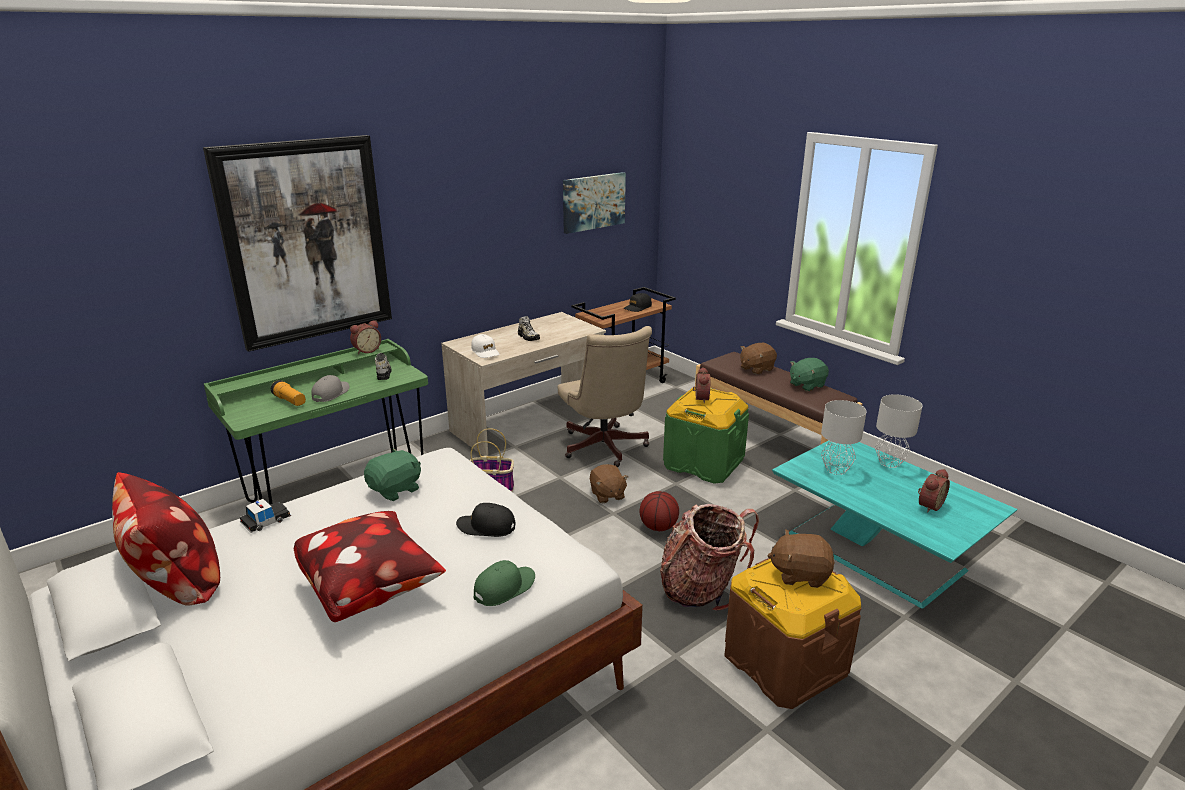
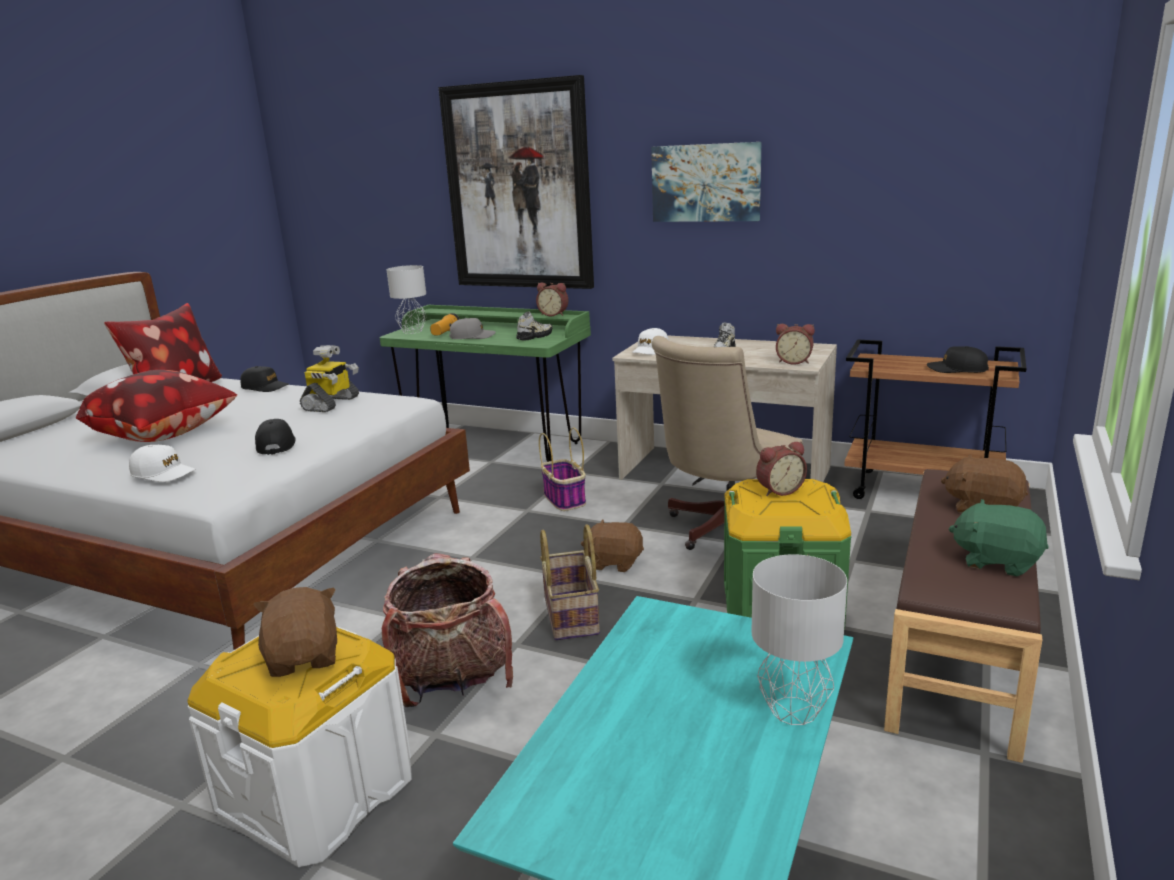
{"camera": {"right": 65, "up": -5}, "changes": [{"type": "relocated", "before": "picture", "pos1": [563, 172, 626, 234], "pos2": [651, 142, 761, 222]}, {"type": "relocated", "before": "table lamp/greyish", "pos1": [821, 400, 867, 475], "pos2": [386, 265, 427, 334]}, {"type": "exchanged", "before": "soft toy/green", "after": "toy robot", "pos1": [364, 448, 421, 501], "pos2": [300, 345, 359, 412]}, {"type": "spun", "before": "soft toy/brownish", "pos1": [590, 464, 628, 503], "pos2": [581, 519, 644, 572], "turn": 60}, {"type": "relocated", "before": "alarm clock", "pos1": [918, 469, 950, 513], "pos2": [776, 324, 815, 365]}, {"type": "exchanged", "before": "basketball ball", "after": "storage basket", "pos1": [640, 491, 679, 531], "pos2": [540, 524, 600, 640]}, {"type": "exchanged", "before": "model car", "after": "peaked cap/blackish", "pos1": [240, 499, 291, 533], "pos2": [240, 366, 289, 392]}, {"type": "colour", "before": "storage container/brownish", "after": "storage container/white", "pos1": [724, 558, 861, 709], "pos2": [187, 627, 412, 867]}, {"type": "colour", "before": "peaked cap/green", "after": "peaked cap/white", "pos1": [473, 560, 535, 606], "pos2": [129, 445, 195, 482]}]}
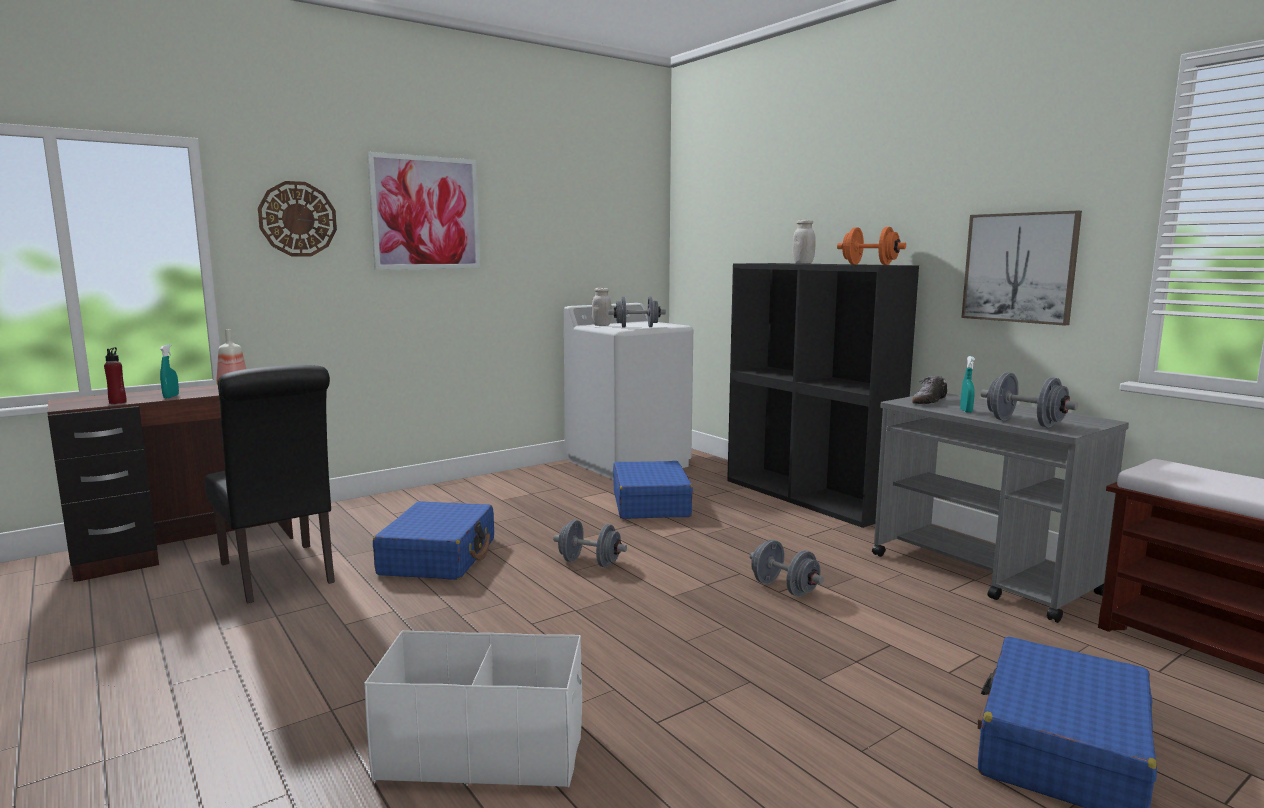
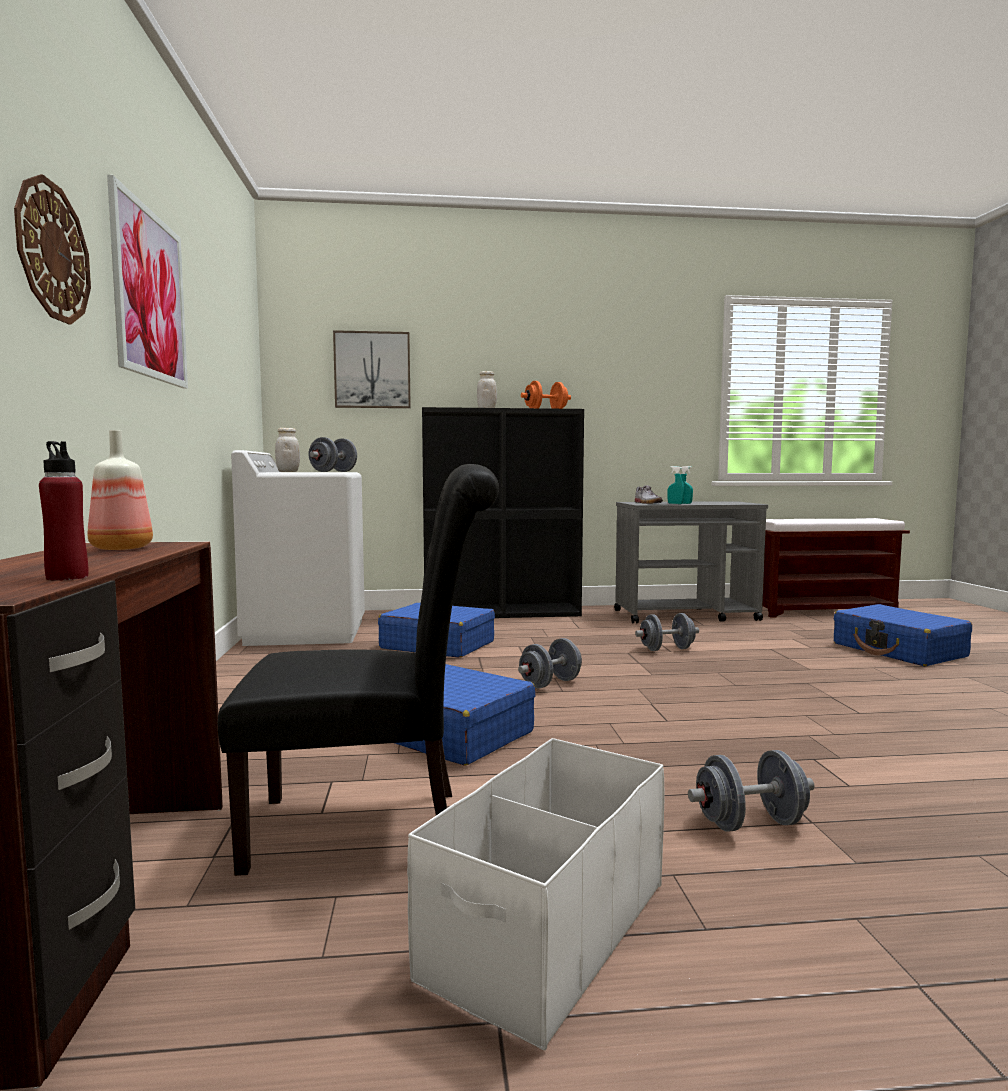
{"camera": {"right": -60, "up": -5}, "changes": [{"type": "relocated", "before": "picture", "pos1": [961, 211, 1082, 326], "pos2": [333, 330, 411, 408]}, {"type": "relocated", "before": "spray bottle/blue-green", "pos1": [160, 344, 179, 398], "pos2": [667, 466, 684, 504]}, {"type": "relocated", "before": "free weight/greyish", "pos1": [981, 372, 1078, 427], "pos2": [688, 750, 814, 832]}, {"type": "relocated", "before": "storage container/white", "pos1": [364, 631, 582, 788], "pos2": [407, 738, 664, 1050]}]}
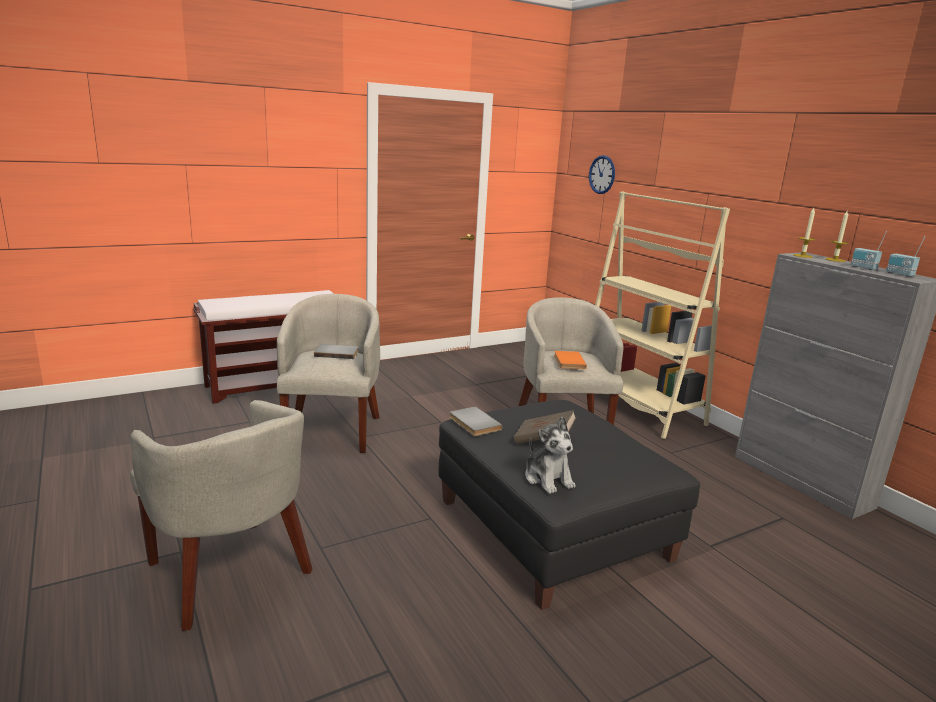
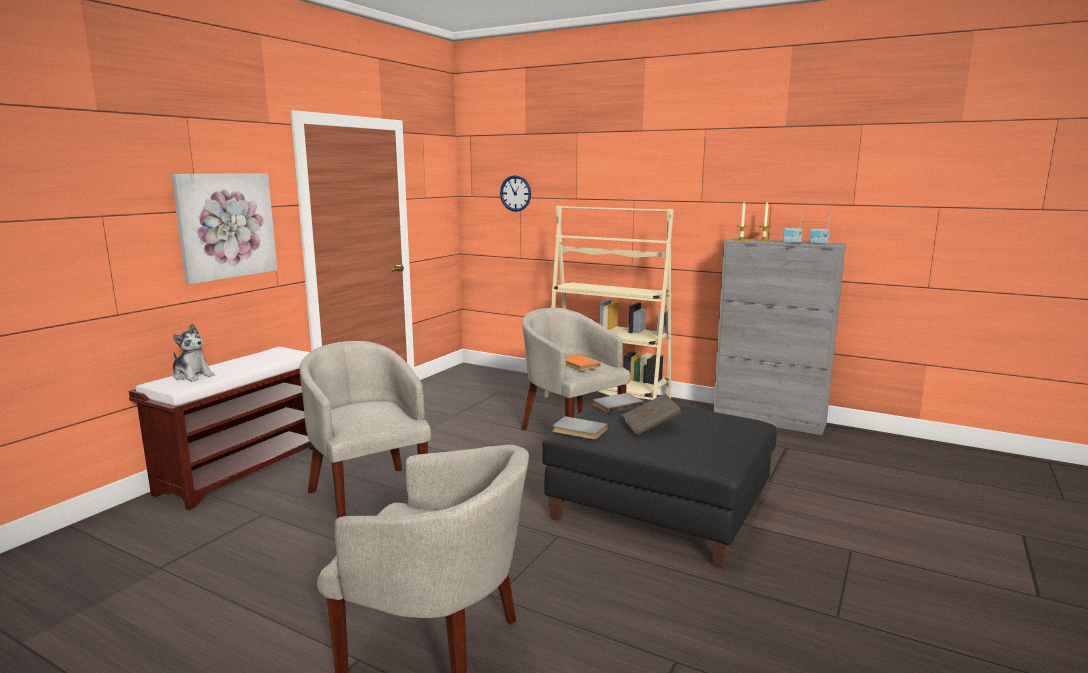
{"camera": {"right": -30, "up": -5}, "changes": [{"type": "relocated", "before": "book/greyish", "pos1": [314, 344, 359, 359], "pos2": [592, 393, 644, 413]}, {"type": "relocated", "before": "soft toy", "pos1": [525, 417, 576, 494], "pos2": [173, 324, 215, 382]}, {"type": "appeared", "after": "picture", "pos2": [171, 173, 277, 284]}]}
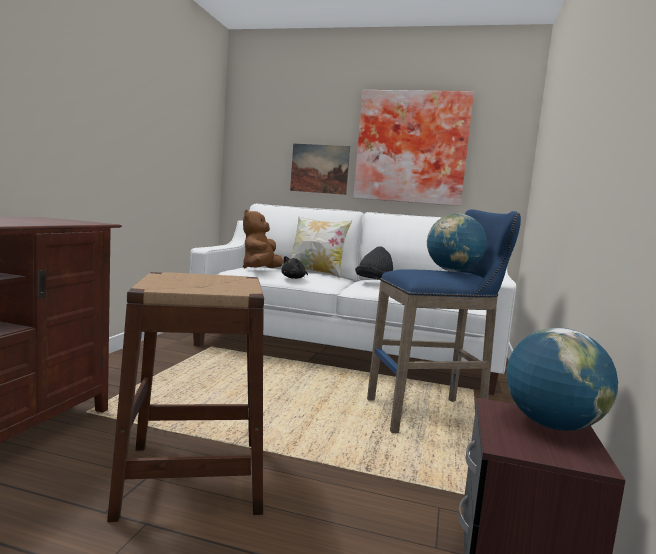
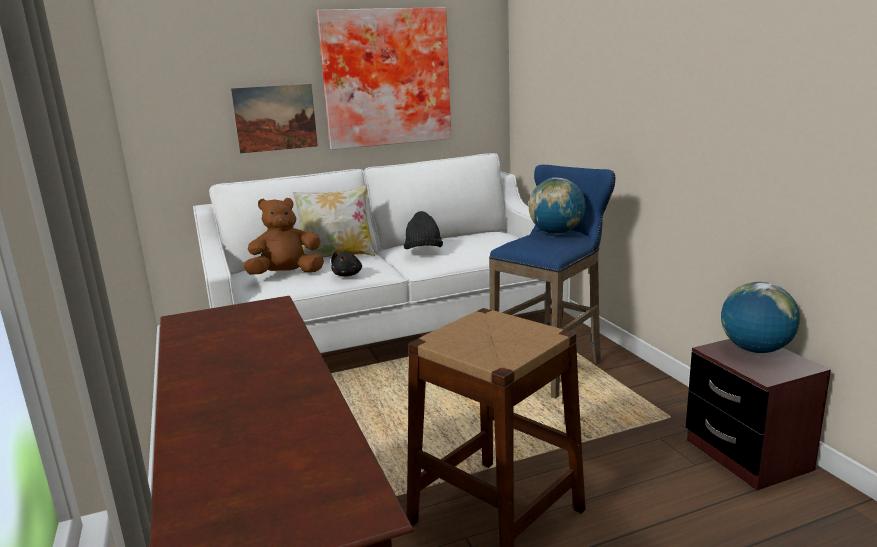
{"camera": {"right": -35, "up": 10}, "changes": [{"type": "spun", "before": "soft toy/brownish", "pos1": [243, 210, 283, 268], "pos2": [243, 198, 324, 275], "turn": 90}]}
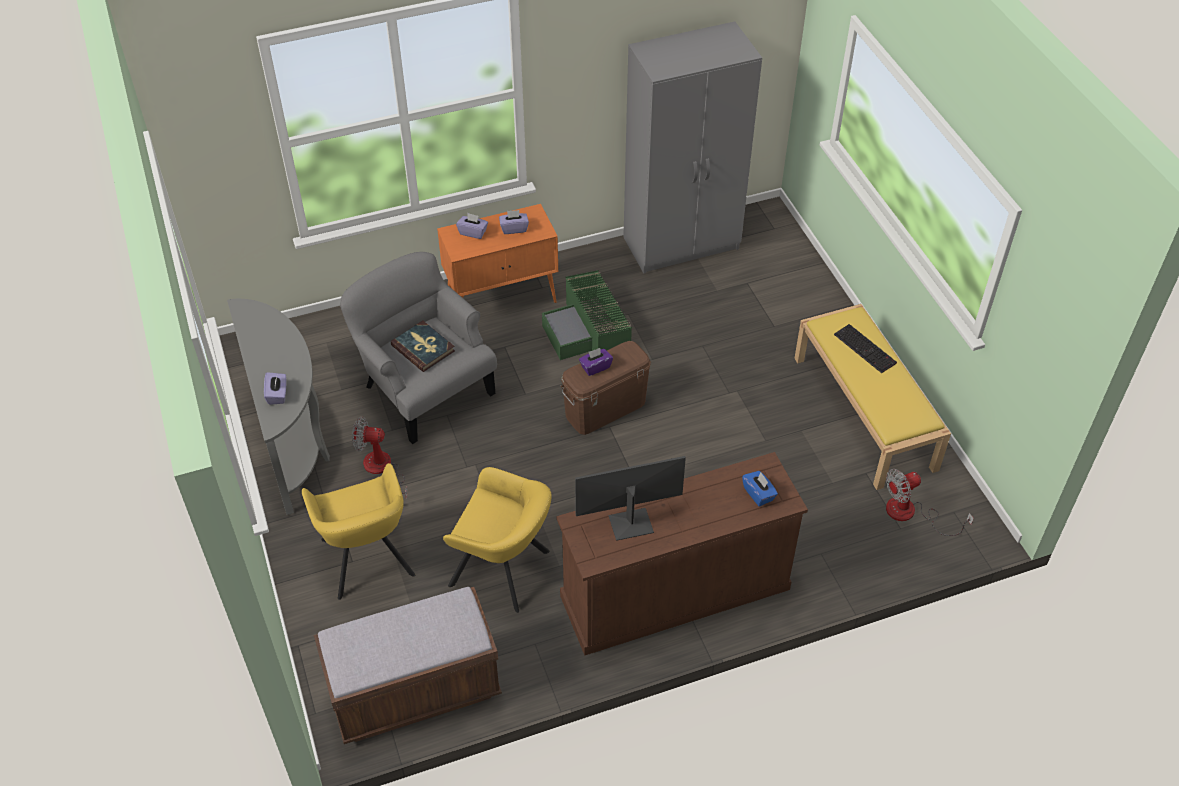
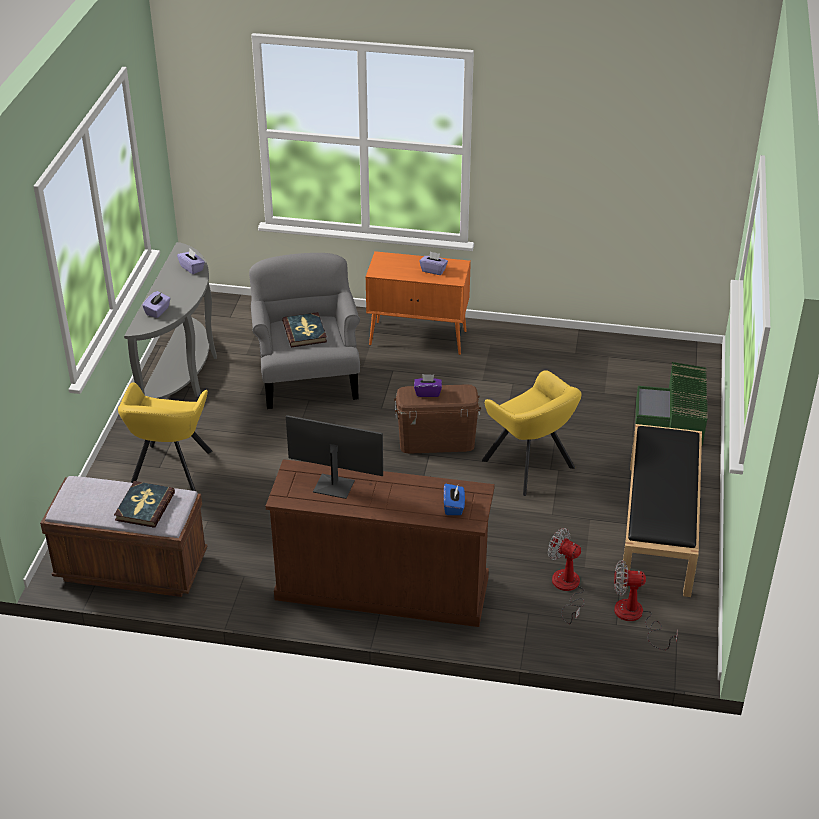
{"camera": {"right": 30, "up": -10}, "changes": [{"type": "missing", "before": "clothes cupboard/greyish", "pos1": [623, 21, 762, 274]}, {"type": "relocated", "before": "tissue holder/purplish", "pos1": [456, 213, 488, 239], "pos2": [177, 249, 205, 274]}, {"type": "relocated", "before": "storage container/green", "pos1": [542, 270, 632, 360], "pos2": [635, 362, 708, 446]}, {"type": "colour", "before": "bench/yellow", "after": "bench/blackish", "pos1": [794, 304, 951, 490], "pos2": [620, 424, 702, 597]}, {"type": "missing", "before": "keyboard", "pos1": [834, 324, 897, 373]}, {"type": "relocated", "before": "fan", "pos1": [352, 417, 408, 498], "pos2": [548, 528, 585, 624]}, {"type": "relocated", "before": "easy chair/yellow", "pos1": [443, 467, 552, 613], "pos2": [482, 371, 581, 496]}, {"type": "appeared", "after": "book", "pos2": [114, 481, 175, 528]}]}
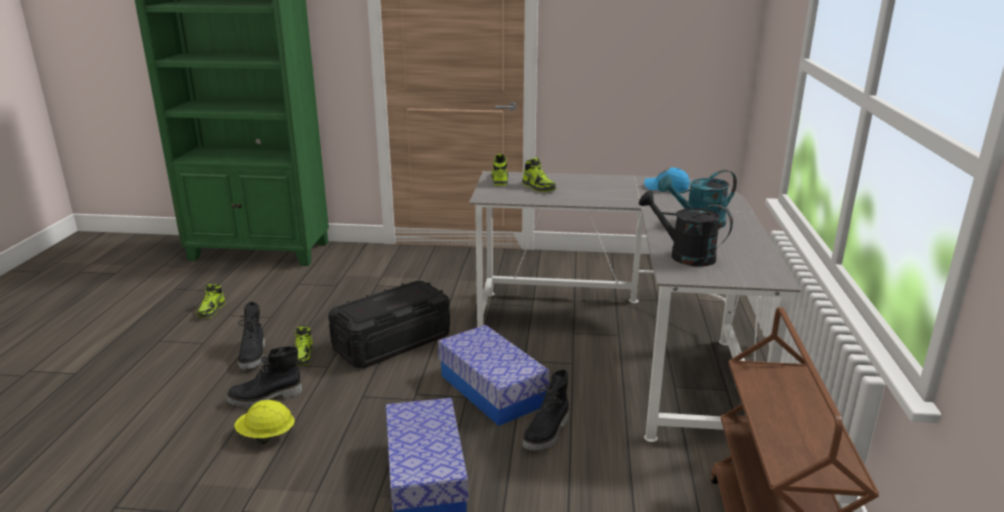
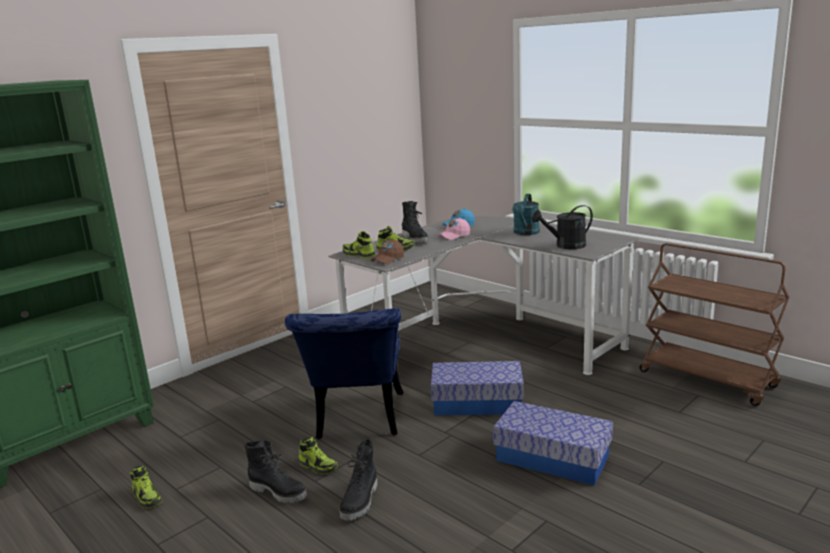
{"camera": {"right": -50, "up": -5}, "changes": [{"type": "exchanged", "before": "storage container/blackish", "after": "chair/blue-coloured", "pos1": [328, 281, 450, 368], "pos2": [285, 308, 404, 439]}, {"type": "relocated", "before": "tall boot/blackish", "pos1": [522, 370, 569, 451], "pos2": [402, 201, 428, 243]}, {"type": "missing", "before": "hard hat/yellow", "pos1": [234, 400, 295, 444]}, {"type": "appeared", "after": "peaked cap/pink-coloured", "pos2": [438, 218, 470, 240]}, {"type": "appeared", "after": "peaked cap/brownish", "pos2": [371, 239, 404, 264]}]}
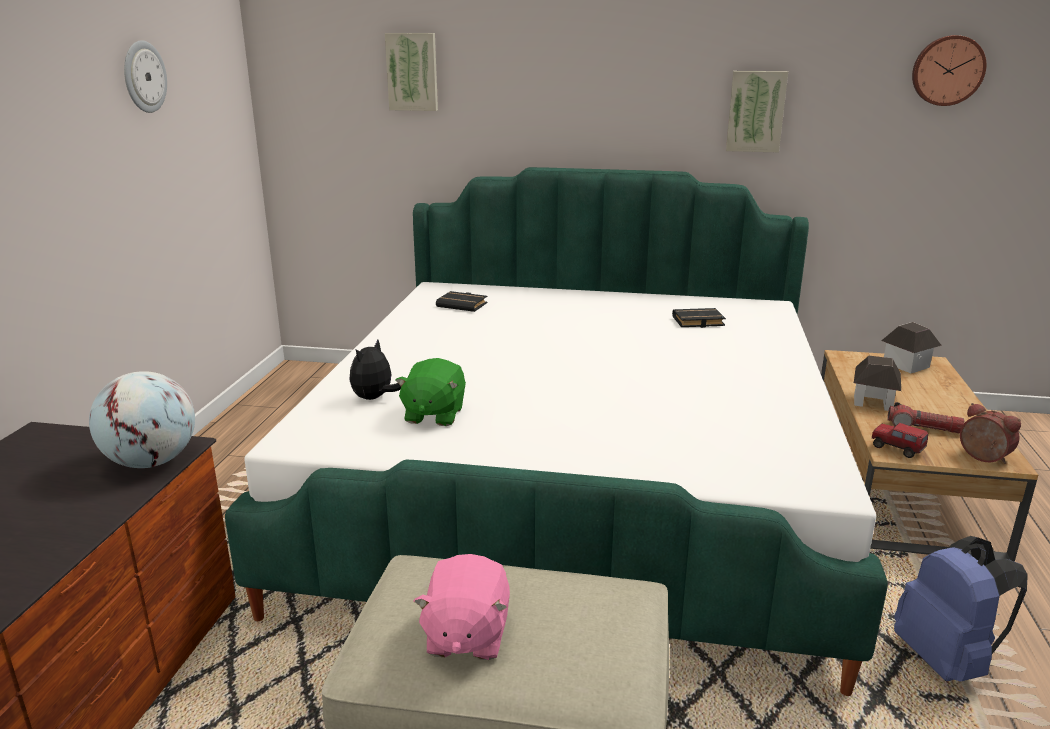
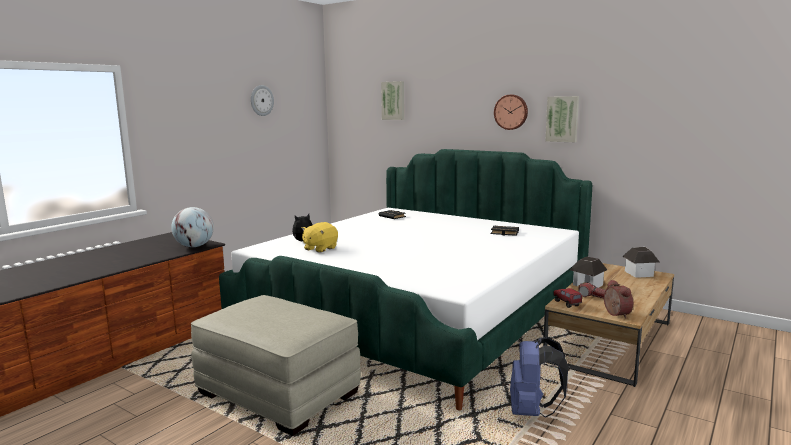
{"camera": {"right": 25, "up": -10}, "changes": [{"type": "relocated", "before": "wall clock", "pos1": [912, 35, 987, 106], "pos2": [494, 95, 528, 130]}, {"type": "colour", "before": "soft toy/green", "after": "soft toy/yellow", "pos1": [395, 358, 466, 426], "pos2": [301, 222, 338, 253]}, {"type": "missing", "before": "soft toy/pink-coloured", "pos1": [413, 554, 510, 660]}]}
